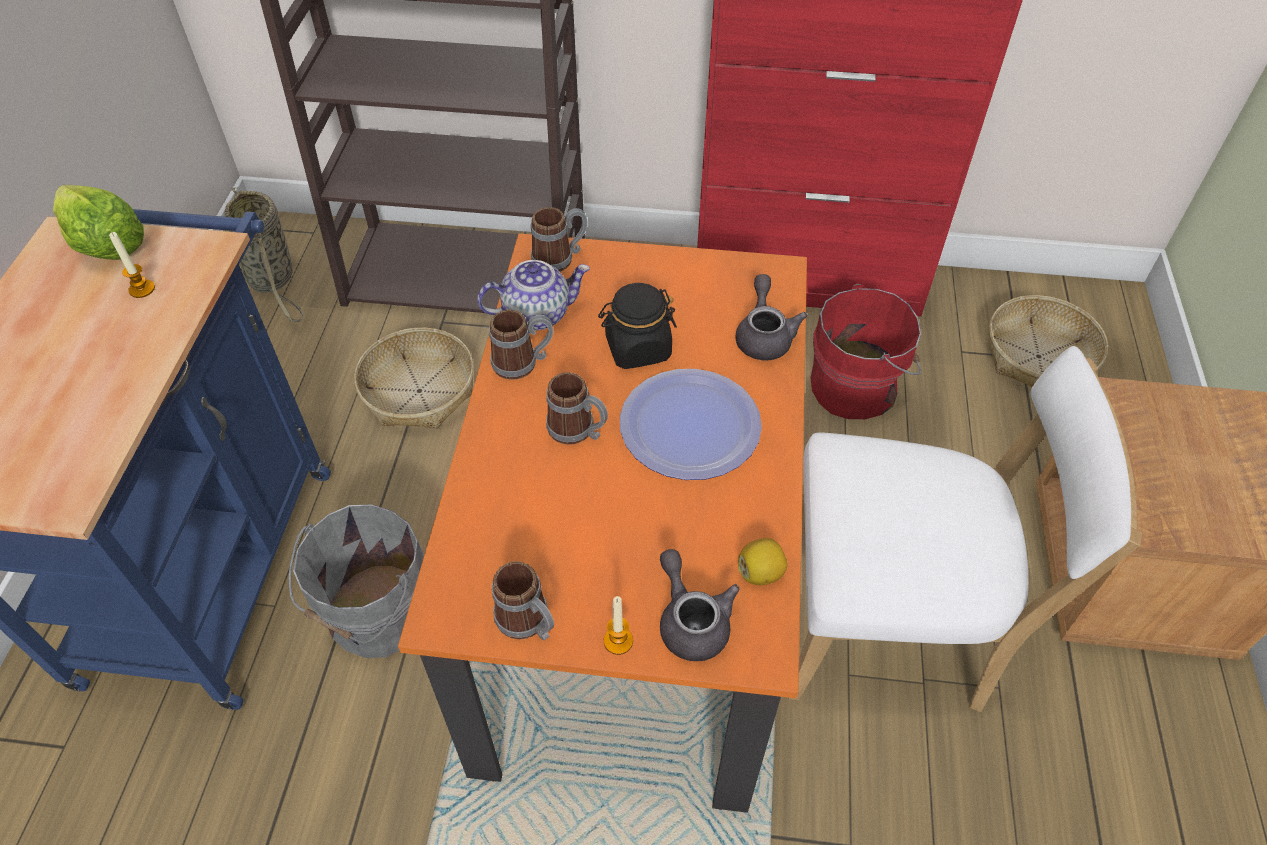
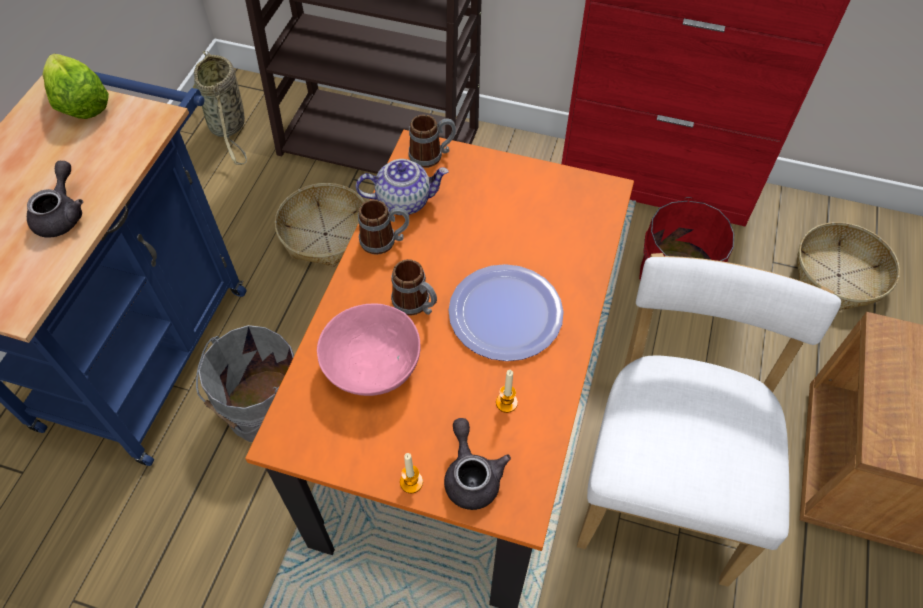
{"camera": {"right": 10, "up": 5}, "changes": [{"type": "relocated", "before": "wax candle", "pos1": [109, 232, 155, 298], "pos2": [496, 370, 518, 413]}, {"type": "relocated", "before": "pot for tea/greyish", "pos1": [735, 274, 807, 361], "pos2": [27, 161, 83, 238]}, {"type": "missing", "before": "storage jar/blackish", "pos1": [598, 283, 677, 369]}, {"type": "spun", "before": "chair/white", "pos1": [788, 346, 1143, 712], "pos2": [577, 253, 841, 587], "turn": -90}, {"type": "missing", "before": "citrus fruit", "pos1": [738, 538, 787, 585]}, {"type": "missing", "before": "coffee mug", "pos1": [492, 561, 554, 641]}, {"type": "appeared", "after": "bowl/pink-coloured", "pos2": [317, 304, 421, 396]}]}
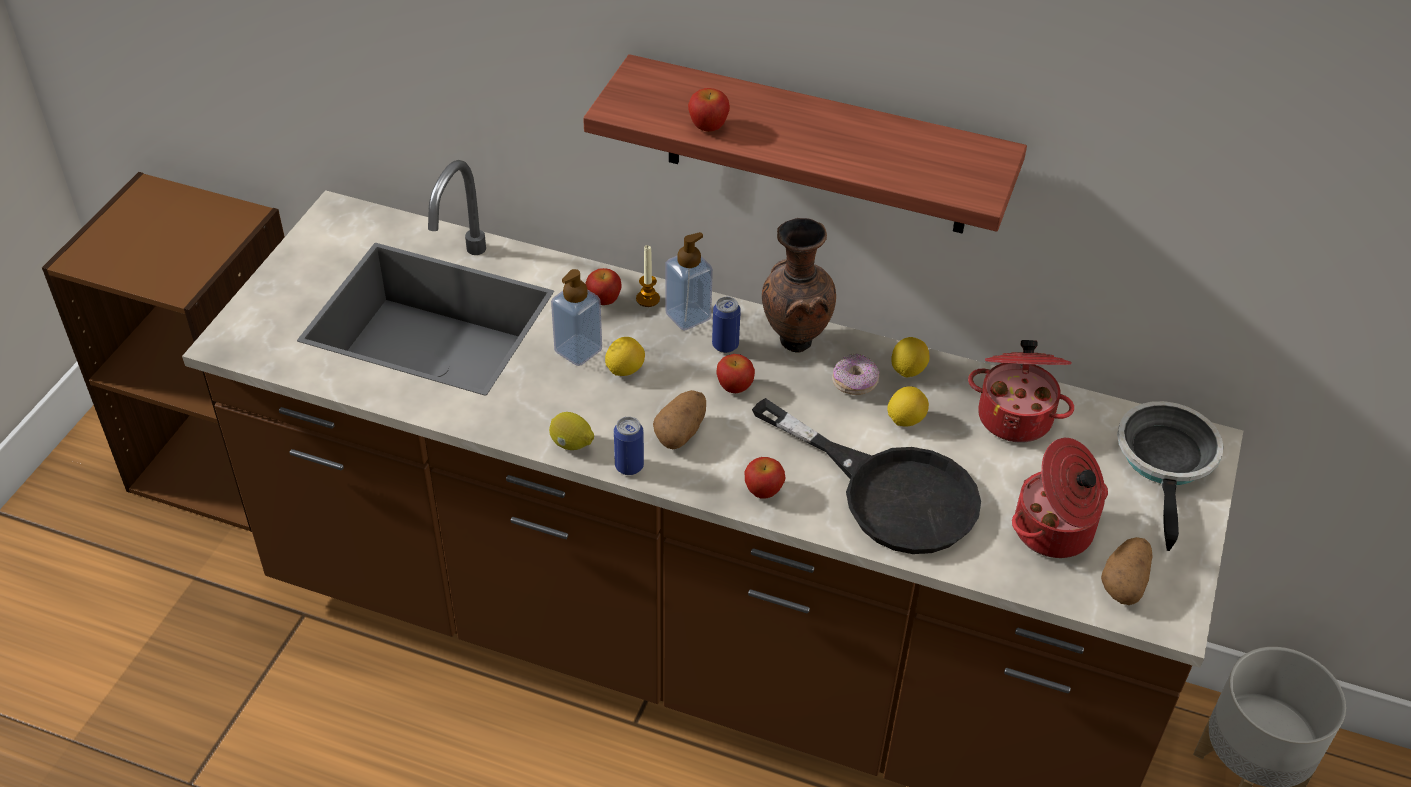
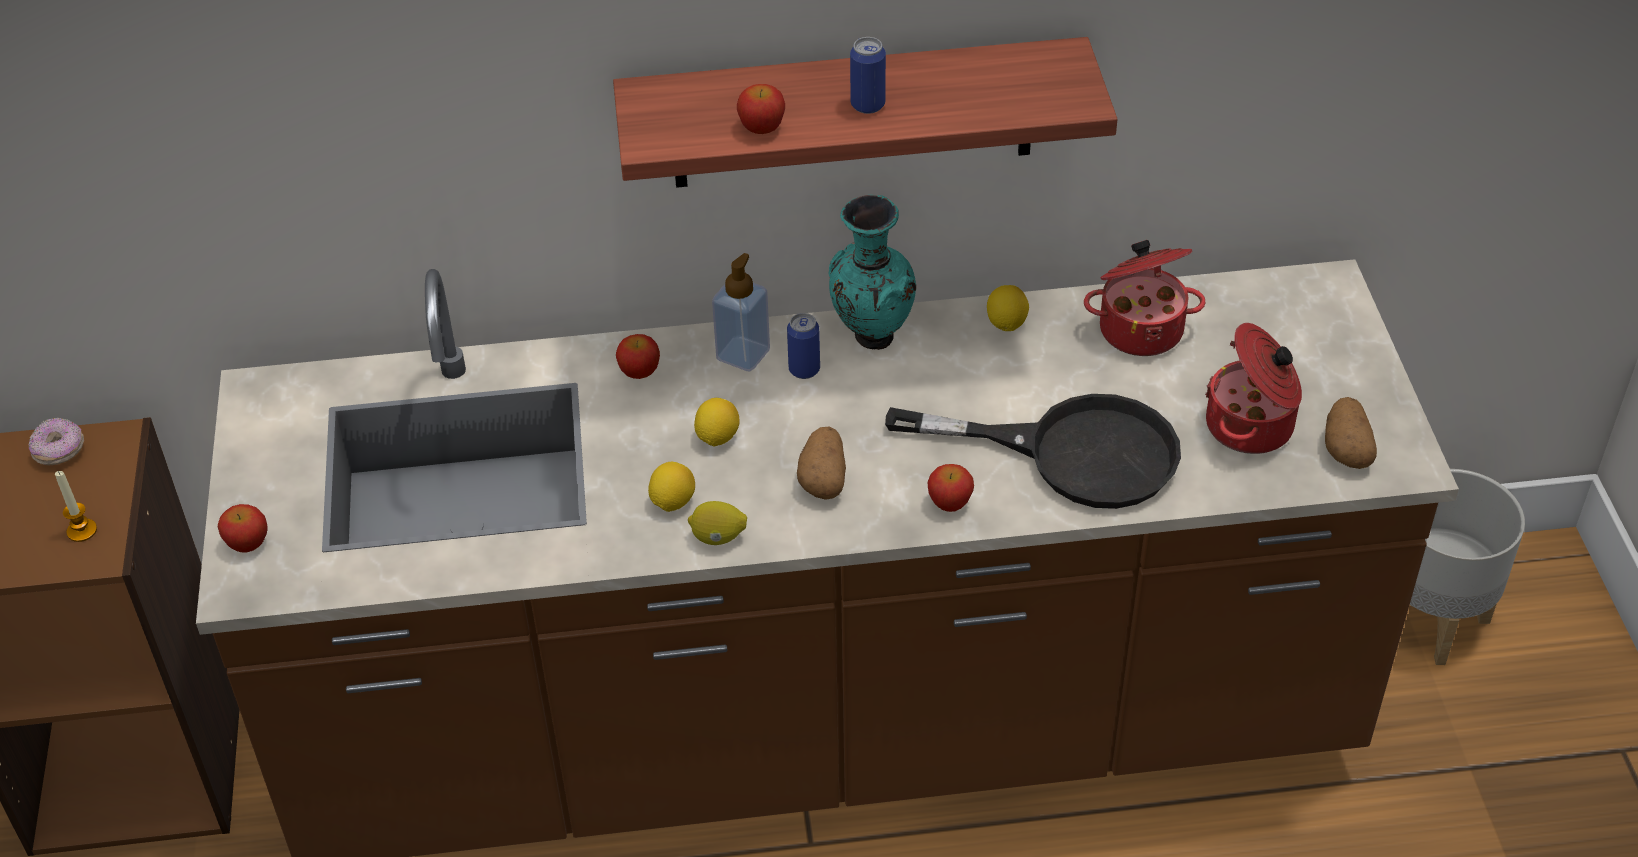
{"camera": {"right": -25, "up": 0}, "changes": [{"type": "colour", "before": "decorative vase/brownish", "after": "decorative vase/blue-green", "pos1": [762, 218, 836, 353], "pos2": [829, 195, 916, 350]}, {"type": "relocated", "before": "wax candle", "pos1": [636, 245, 660, 307], "pos2": [55, 471, 97, 542]}, {"type": "missing", "before": "soap dispenser", "pos1": [551, 269, 602, 366]}, {"type": "relocated", "before": "donut", "pos1": [832, 353, 879, 395], "pos2": [29, 418, 84, 466]}, {"type": "relocated", "before": "apple", "pos1": [717, 354, 755, 393], "pos2": [218, 504, 267, 552]}, {"type": "relocated", "before": "citrus fruit", "pos1": [887, 386, 929, 427], "pos2": [648, 462, 695, 512]}, {"type": "missing", "before": "pan", "pos1": [1117, 401, 1224, 551]}, {"type": "relocated", "before": "metal can", "pos1": [614, 417, 644, 475], "pos2": [850, 37, 886, 114]}]}
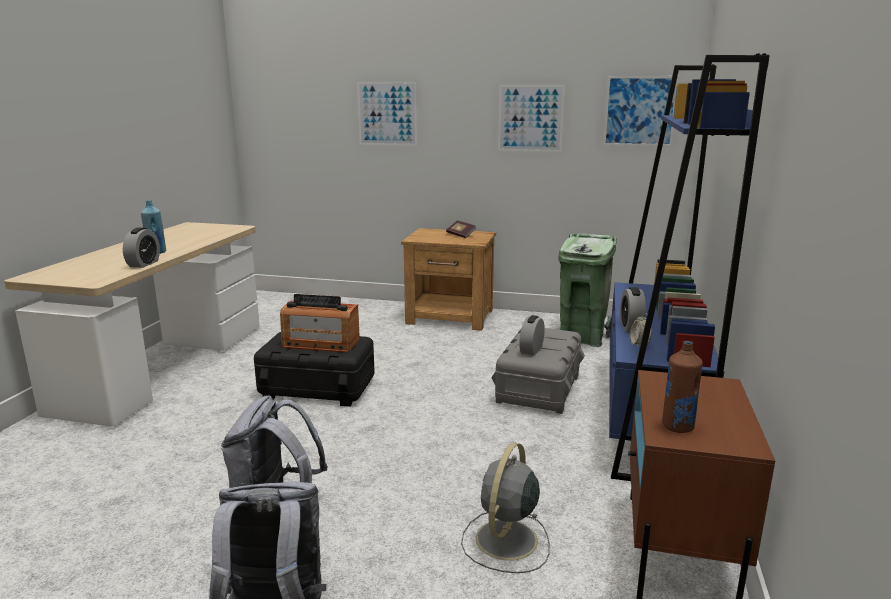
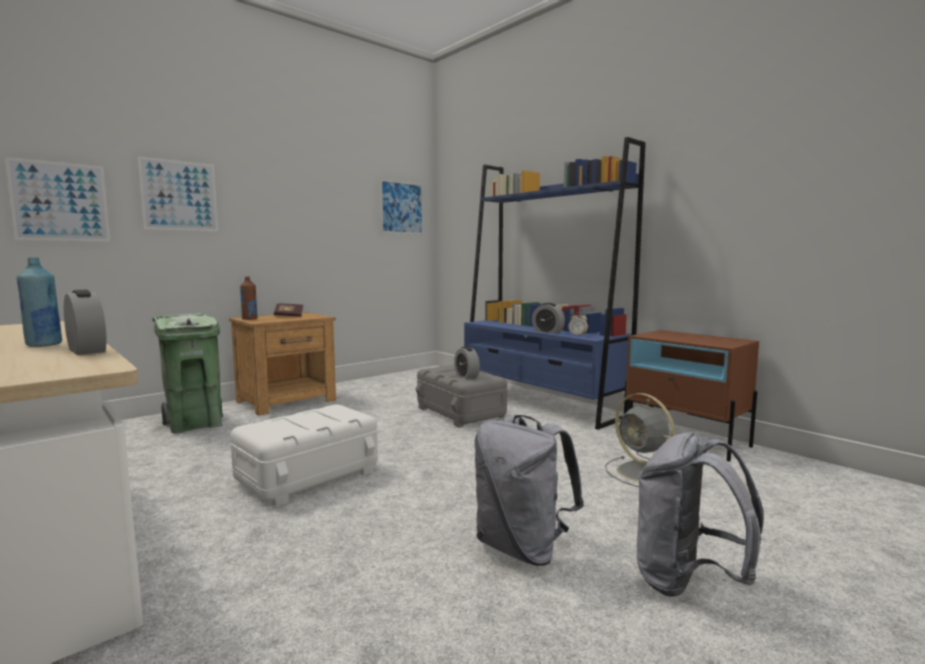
{"camera": {"right": -55, "up": -10}, "changes": [{"type": "relocated", "before": "picture", "pos1": [498, 85, 565, 152], "pos2": [5, 157, 110, 242]}, {"type": "relocated", "before": "waste bin/green", "pos1": [558, 234, 617, 347], "pos2": [152, 313, 224, 434]}, {"type": "missing", "before": "radio receiver", "pos1": [280, 294, 360, 353]}, {"type": "colour", "before": "storage container/blackish", "after": "storage container/white", "pos1": [254, 332, 375, 407], "pos2": [230, 404, 378, 507]}, {"type": "relocated", "before": "bottle/brownish", "pos1": [662, 341, 703, 433], "pos2": [240, 276, 257, 320]}]}
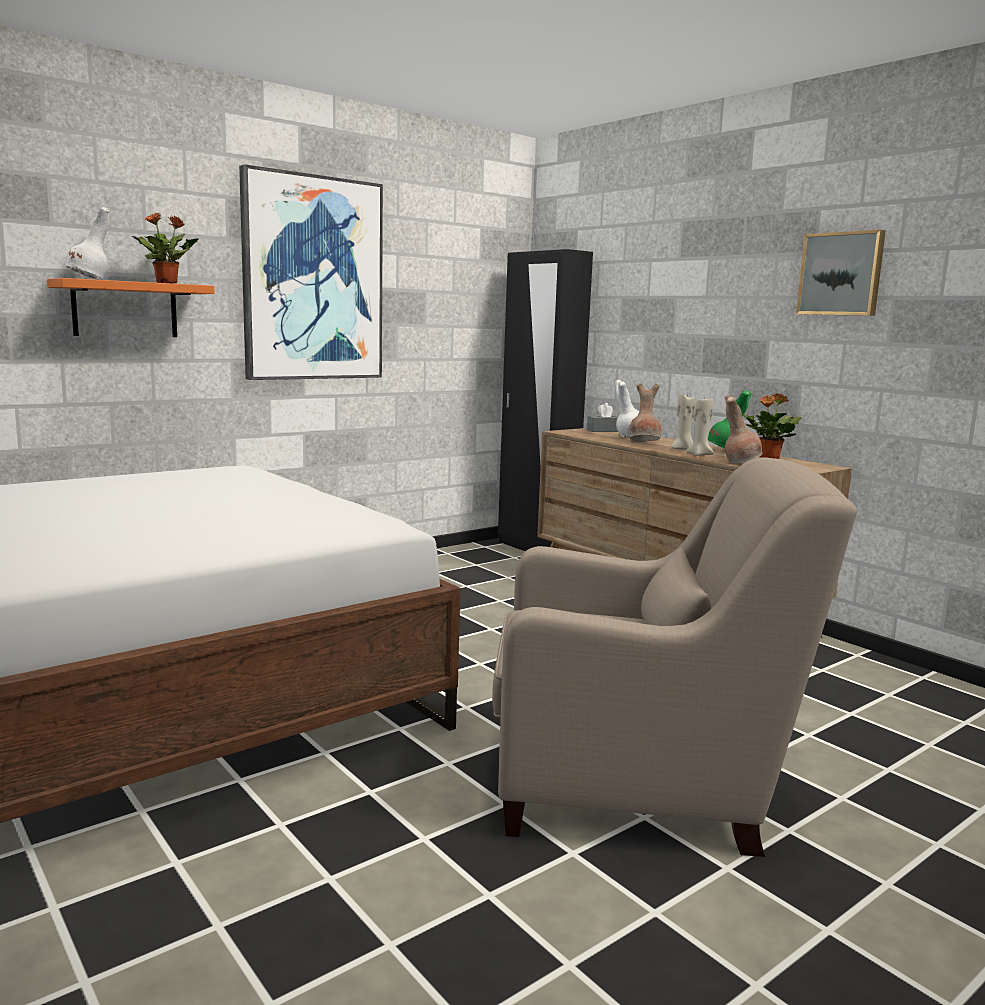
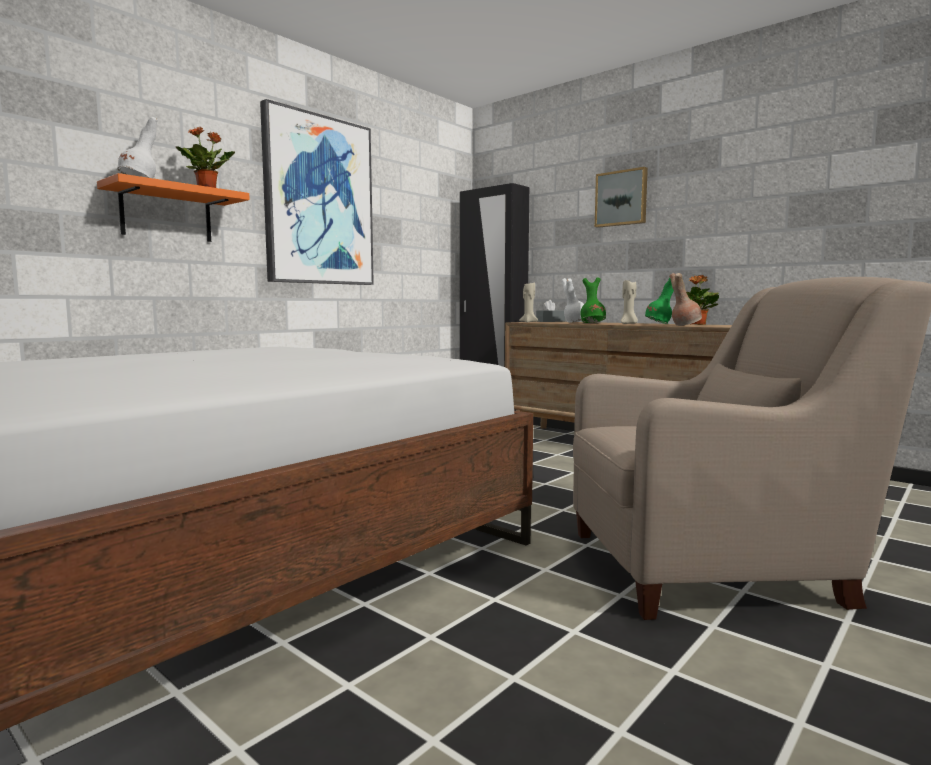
{"camera": {"right": -10, "up": -5}, "changes": [{"type": "relocated", "before": "picture", "pos1": [796, 230, 886, 316], "pos2": [595, 167, 648, 228]}, {"type": "colour", "before": "decorative vase/brownish", "after": "decorative vase/green", "pos1": [629, 383, 661, 441], "pos2": [580, 277, 606, 323]}, {"type": "relocated", "before": "wax candle/beige", "pos1": [686, 396, 714, 456], "pos2": [519, 283, 538, 323]}]}
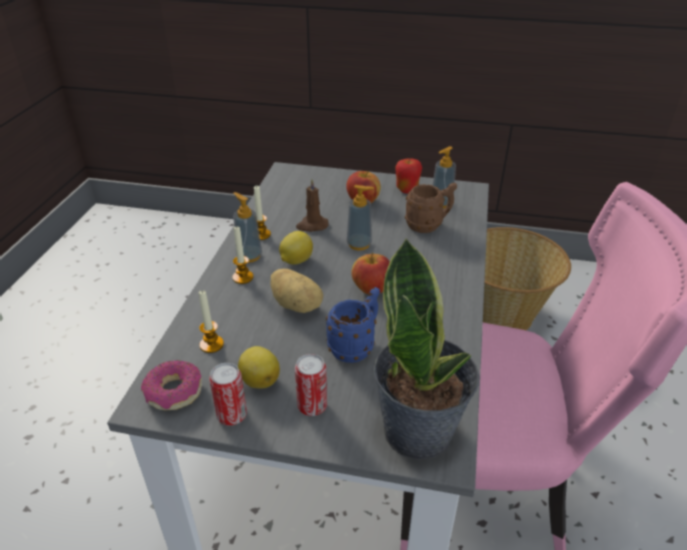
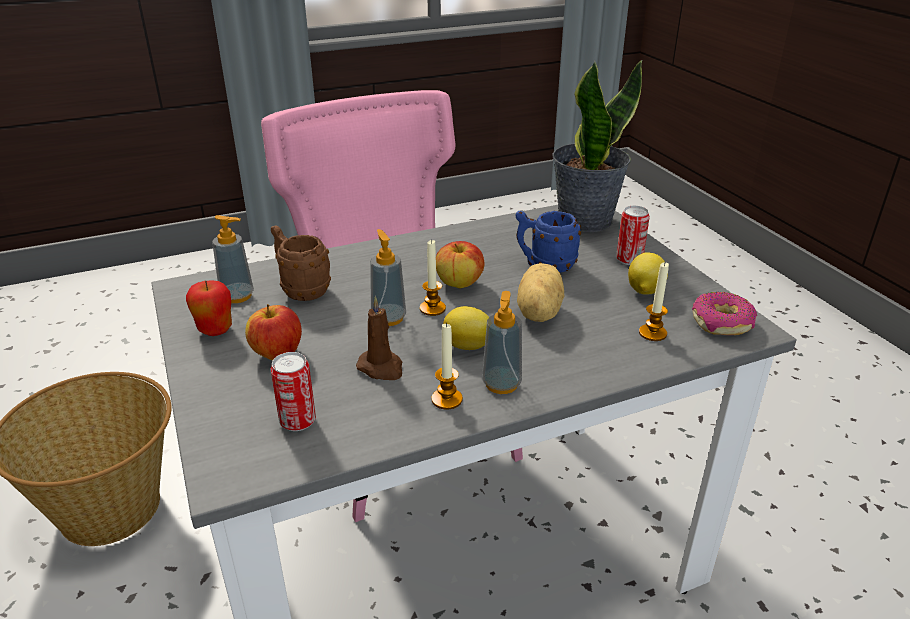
{"camera": {"right": -125, "up": -5}, "changes": [{"type": "relocated", "before": "wax candle", "pos1": [232, 226, 254, 284], "pos2": [420, 239, 446, 316]}, {"type": "relocated", "before": "metal can", "pos1": [209, 363, 247, 426], "pos2": [271, 352, 316, 431]}]}
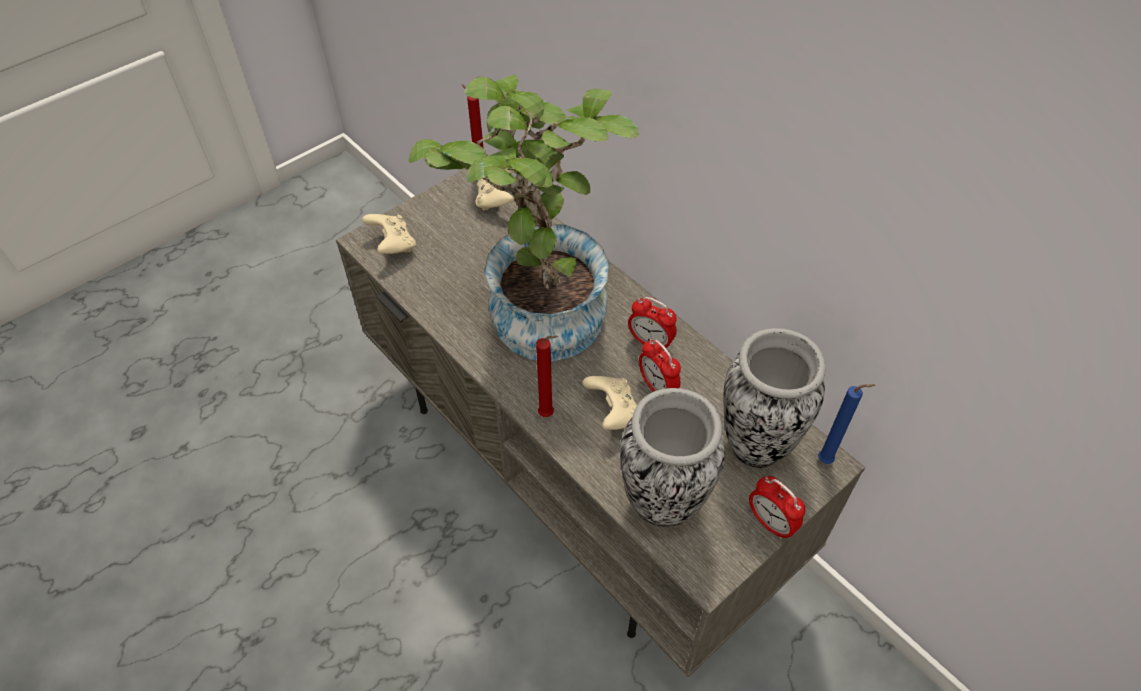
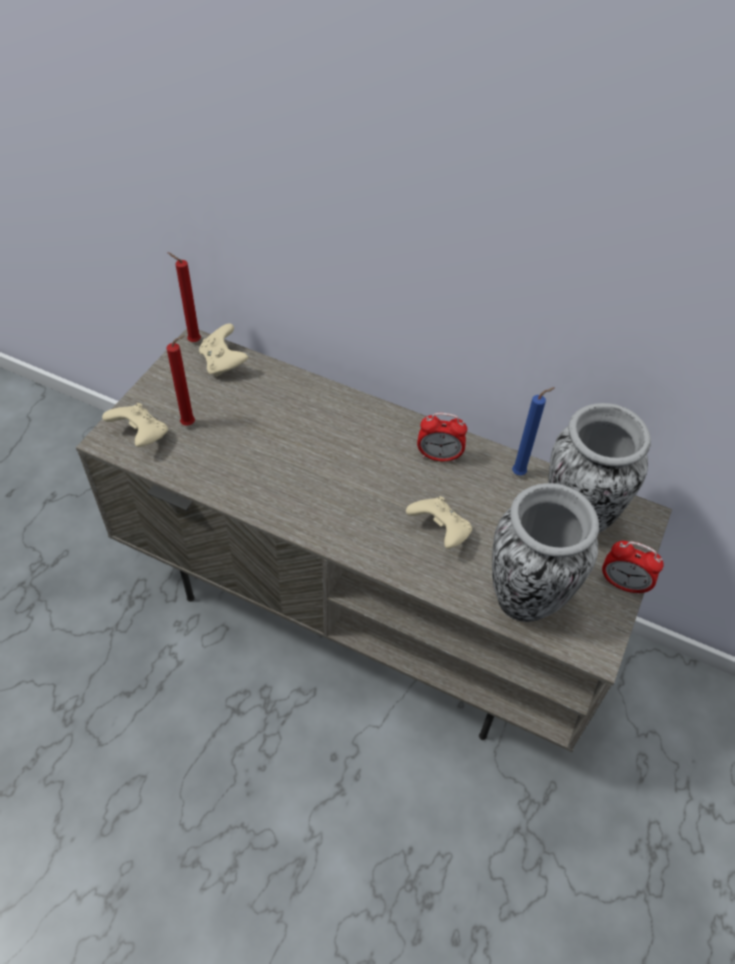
{"camera": {"right": -25, "up": 0}, "changes": [{"type": "missing", "before": "potted plant", "pos1": [408, 75, 639, 361]}, {"type": "relocated", "before": "wax candle/red", "pos1": [536, 335, 558, 417], "pos2": [167, 335, 195, 426]}, {"type": "missing", "before": "alarm clock", "pos1": [639, 339, 681, 392]}, {"type": "relocated", "before": "wax candle/blue-coloured", "pos1": [818, 384, 875, 464], "pos2": [512, 387, 555, 475]}]}
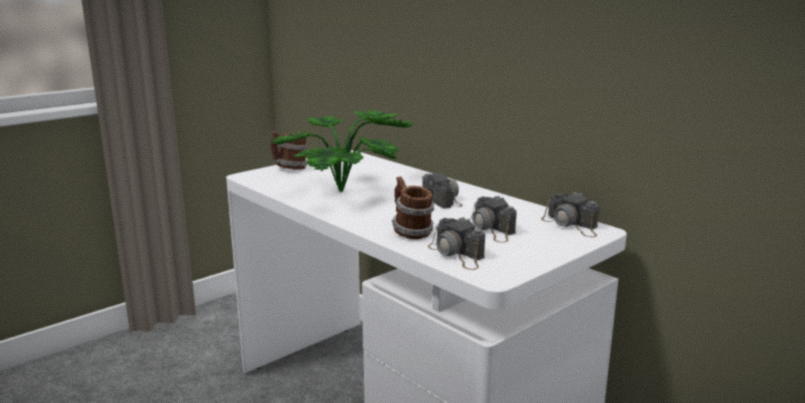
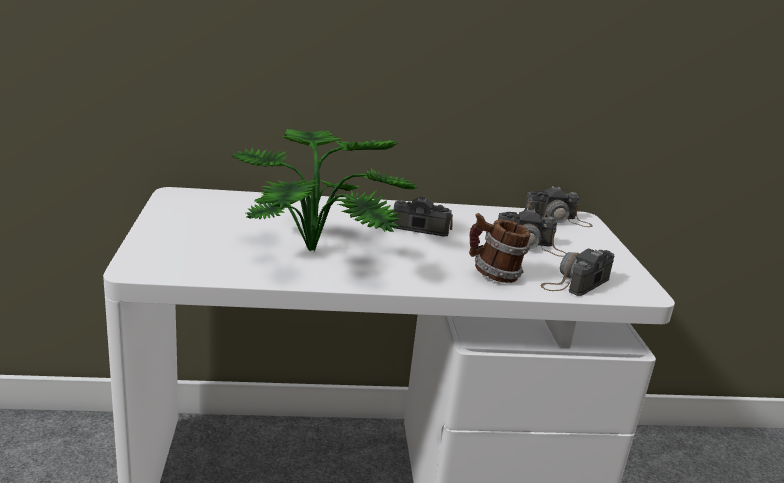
{"camera": {"right": -55, "up": 5}, "changes": [{"type": "missing", "before": "coffee mug", "pos1": [271, 131, 308, 170]}, {"type": "spun", "before": "photo camera", "pos1": [427, 217, 485, 270], "pos2": [541, 248, 614, 296], "turn": 135}]}
